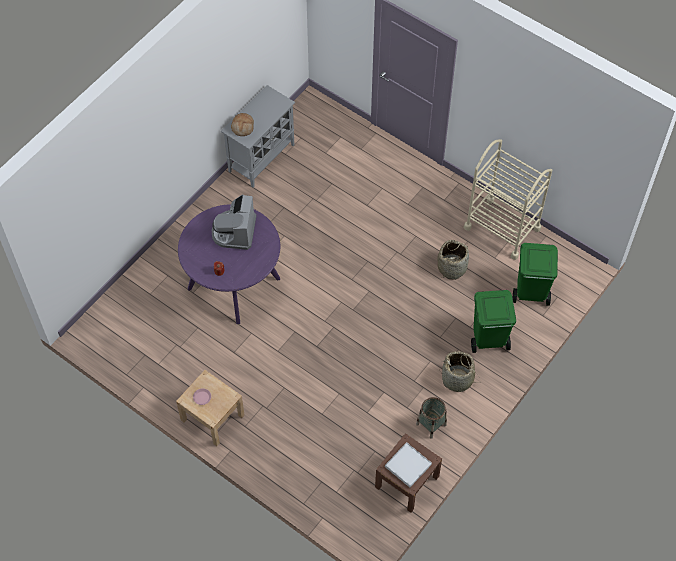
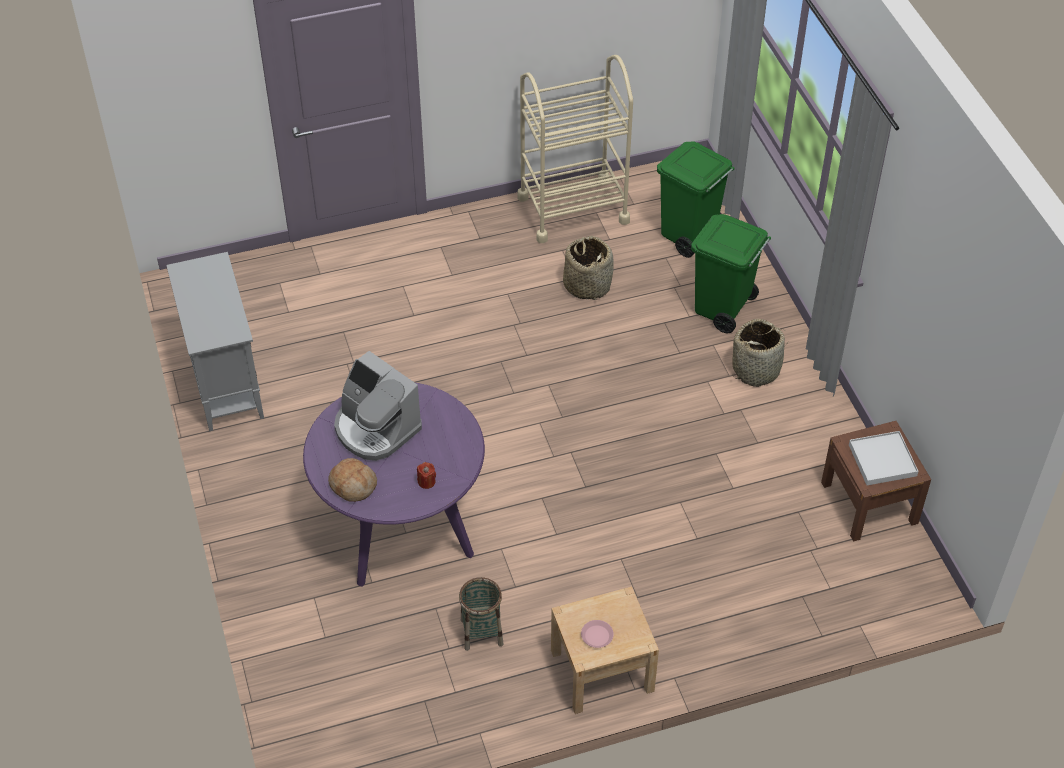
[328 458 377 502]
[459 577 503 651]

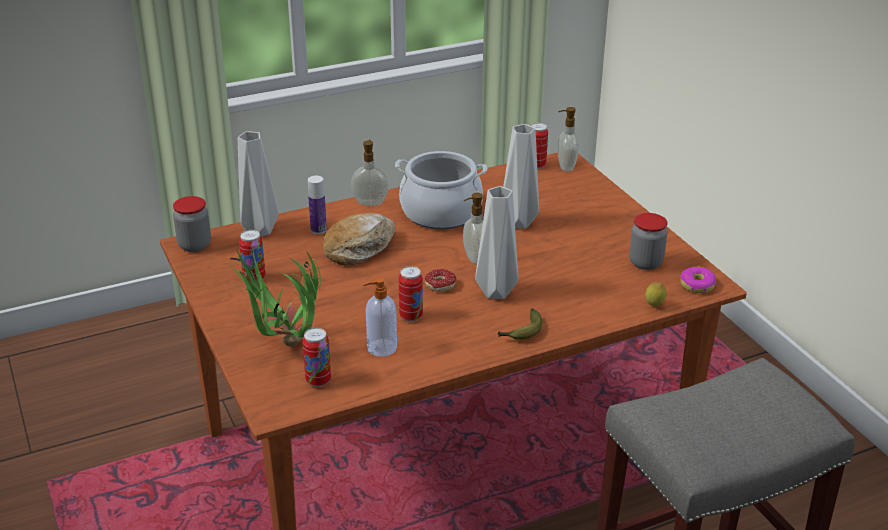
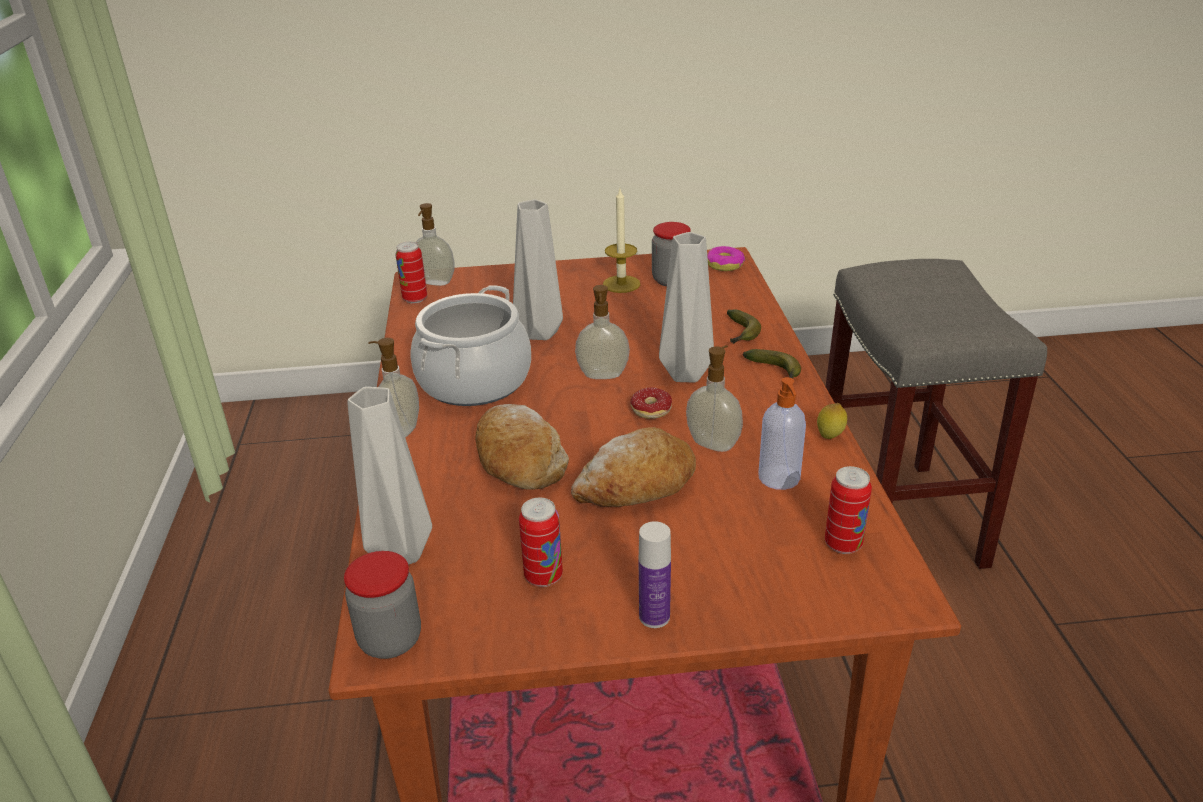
[571 427 696 507]
[603 189 640 293]
[638 521 671 628]
[686 345 743 452]
[727 309 761 344]
[817 403 847 439]
[228 249 321 347] (first image)

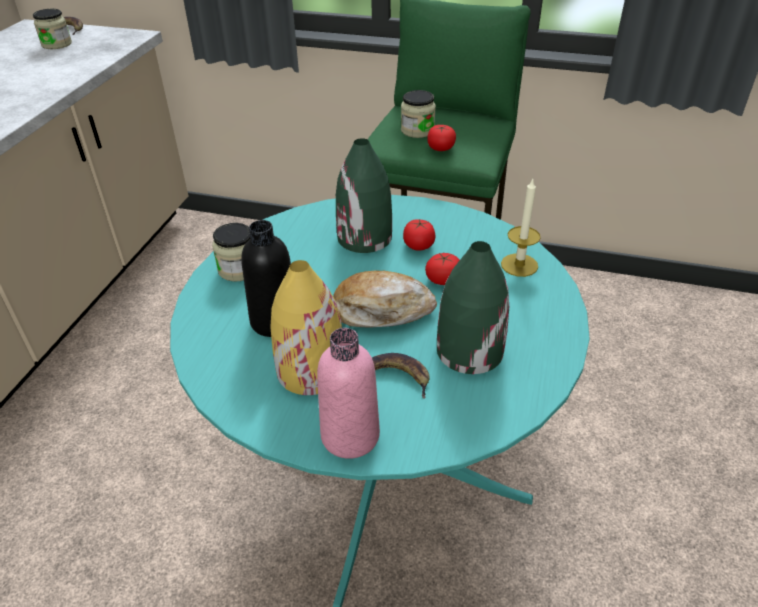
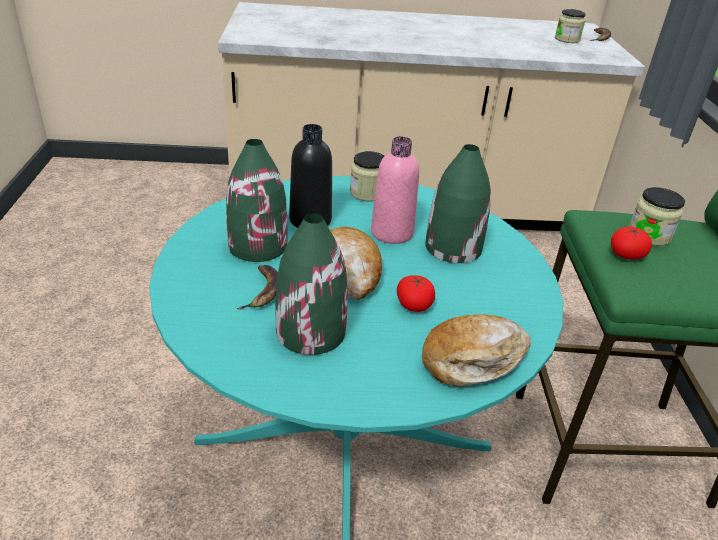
[226 139 288 262]
[371 136 419 244]
[422 314 531 387]
[403 219 435 251] (first image)

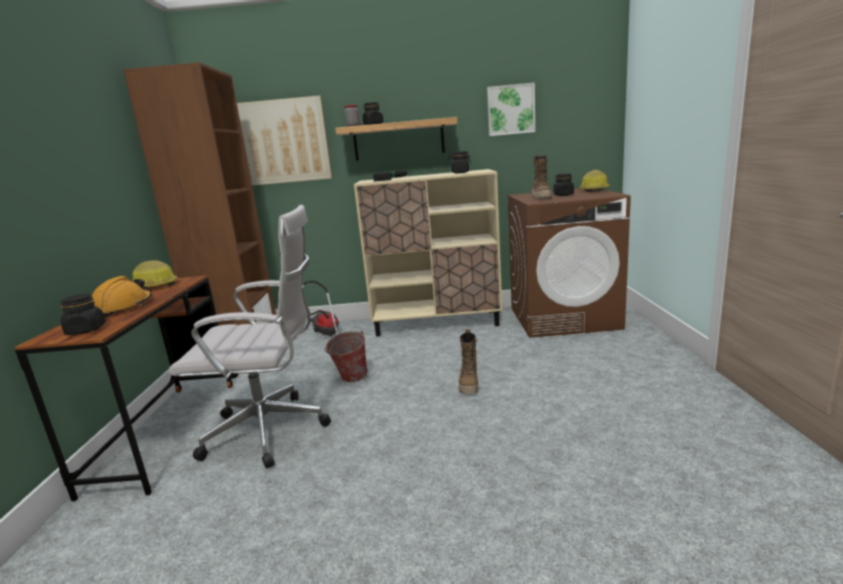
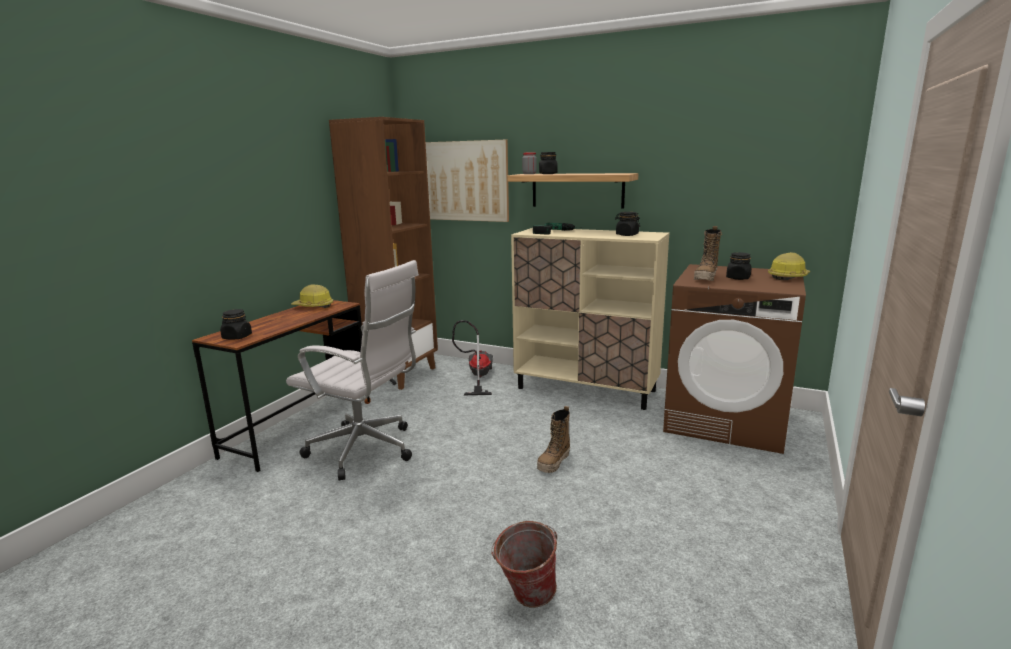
[491 521 557 608]
[91 276 152 317] (first image)
[487 83 535 136] (first image)

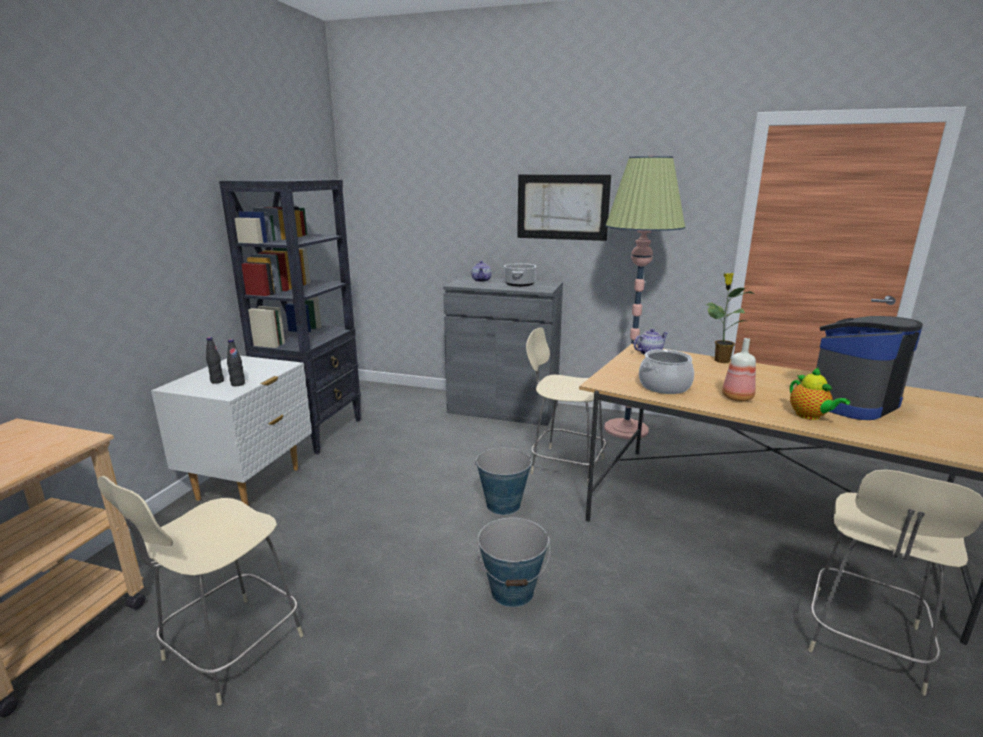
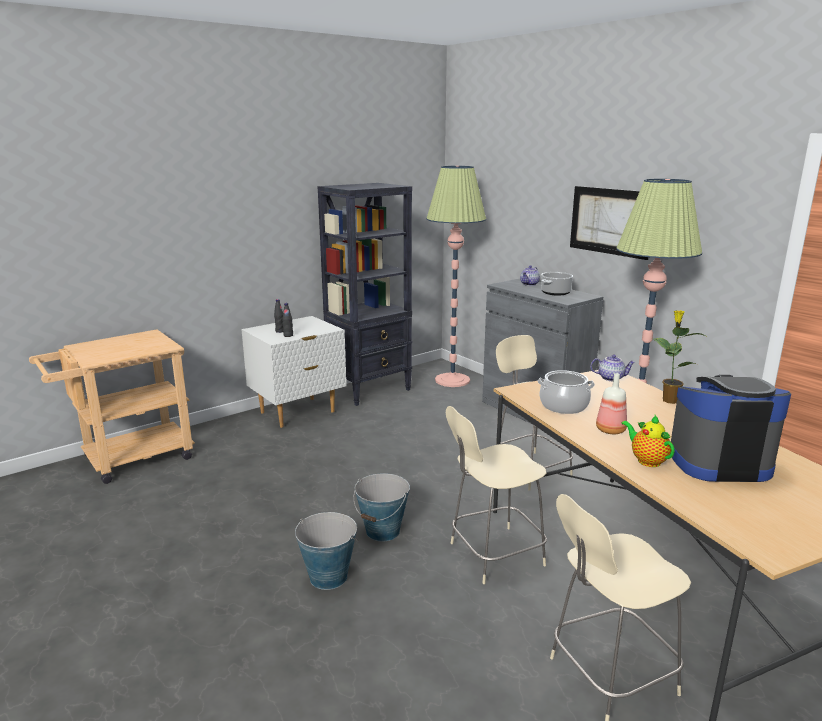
[295 512 359 590]
[426 166 486 387]
[446 406 547 584]
[621 415 675 467]

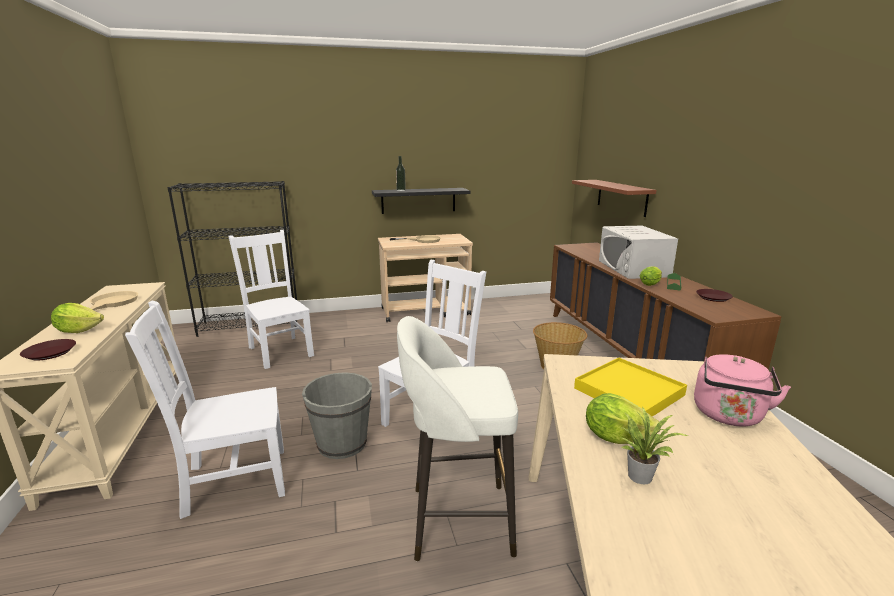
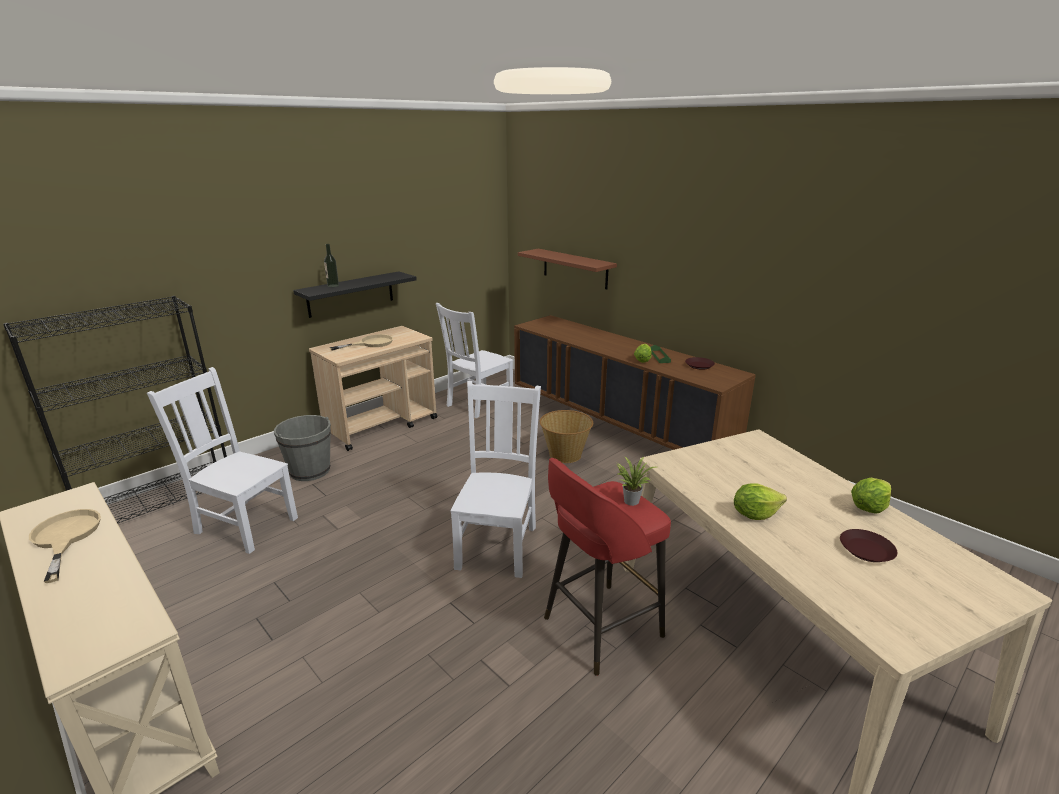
[274 415 331 481]
[436 303 513 418]
[544 458 671 676]
[617 456 657 506]
[840 529 897 562]
[851 478 891 513]
[574 358 687 417] (first image)
[599 226 678 279] (first image)
[694 354 791 426] (first image)

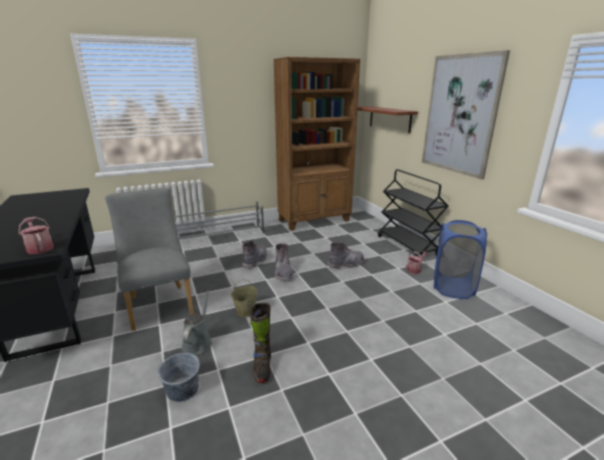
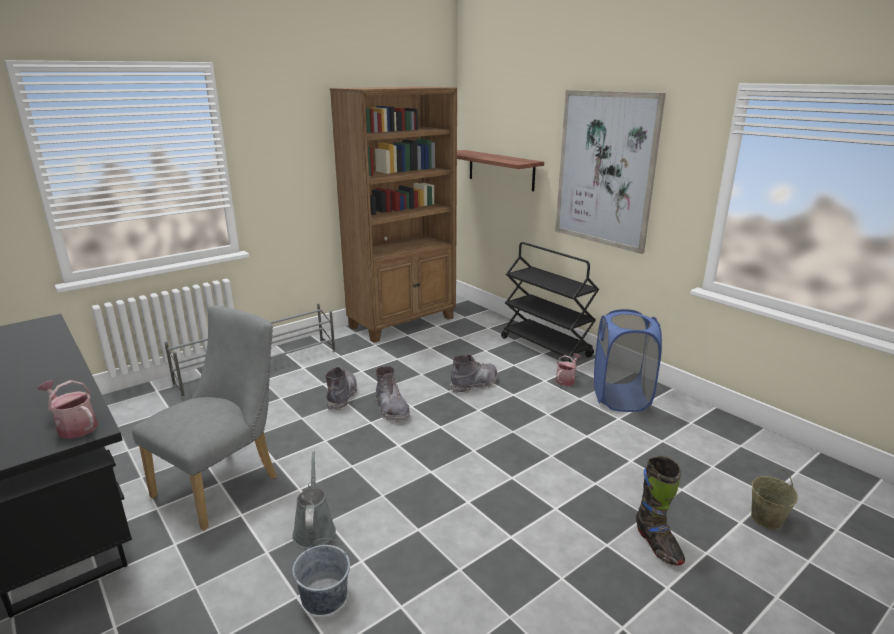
[132 305 277 531]
[636 456 685 566]
[751 469 798 529]

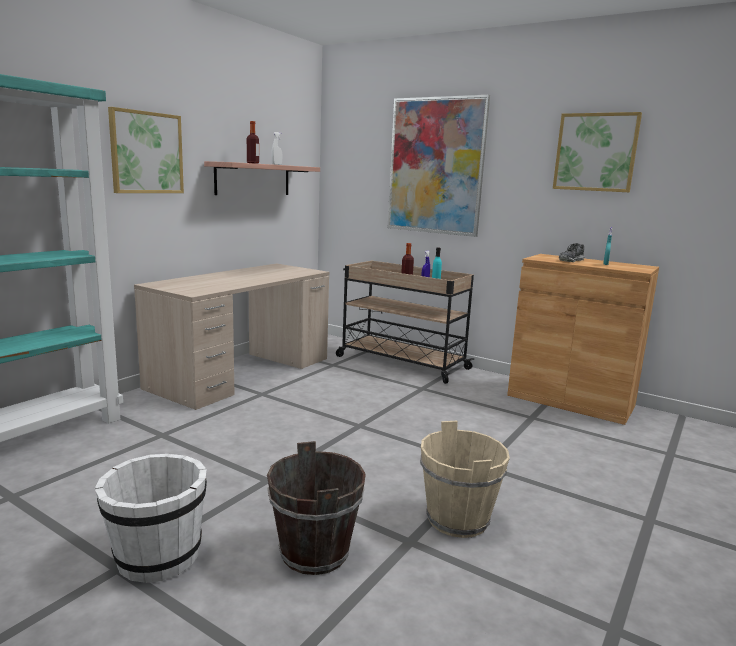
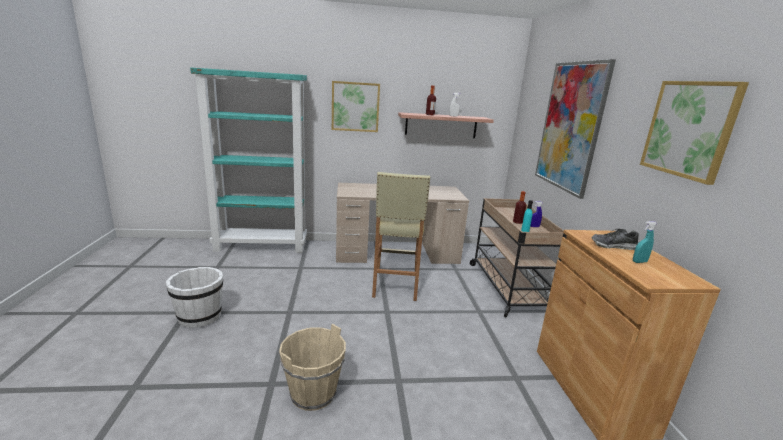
[372 172 430 301]
[267 441 366 575] (first image)

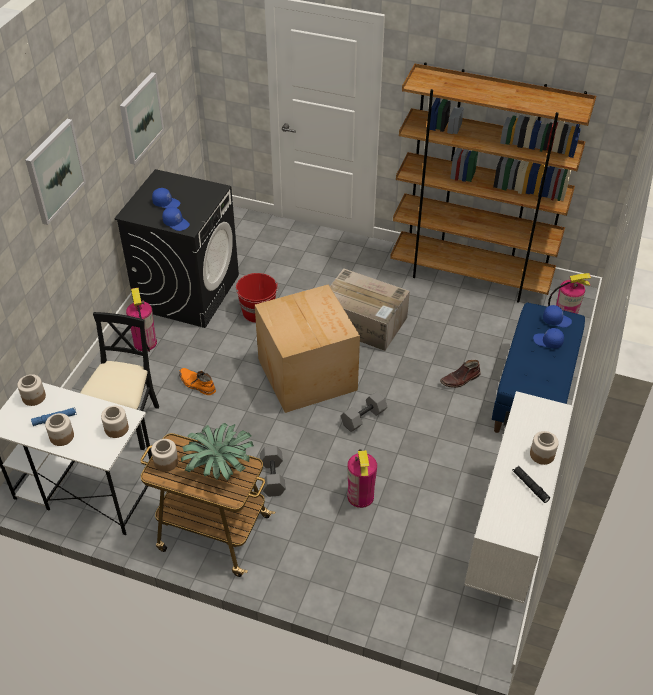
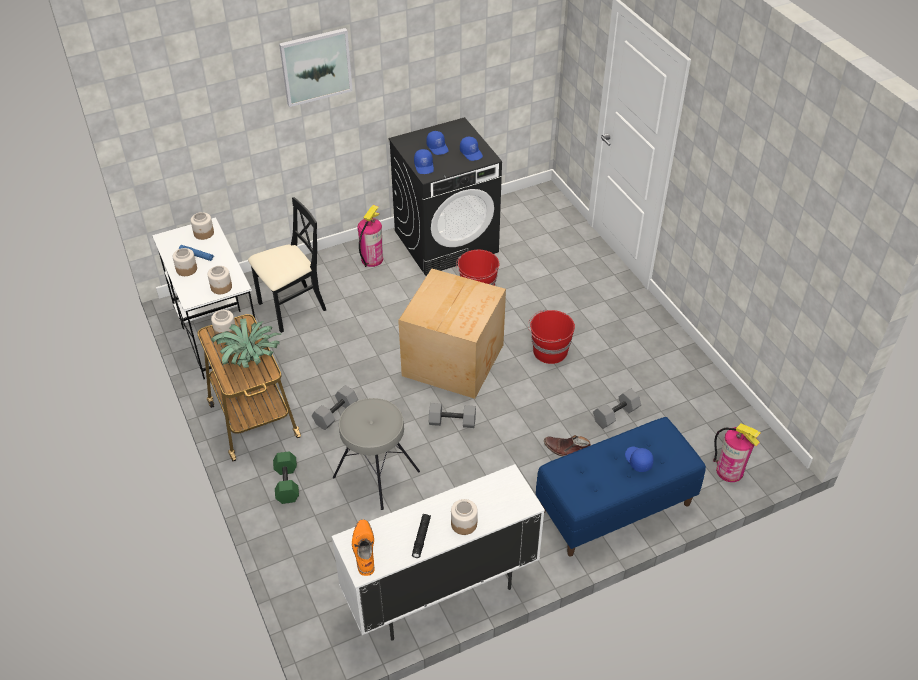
[273 451 299 504]
[333 398 420 510]
[352 519 375 576]
[460 137 483 161]
[528 310 575 364]
[593 389 641 429]
[120 72 164 165] (first image)
[390 62 596 303] (first image)

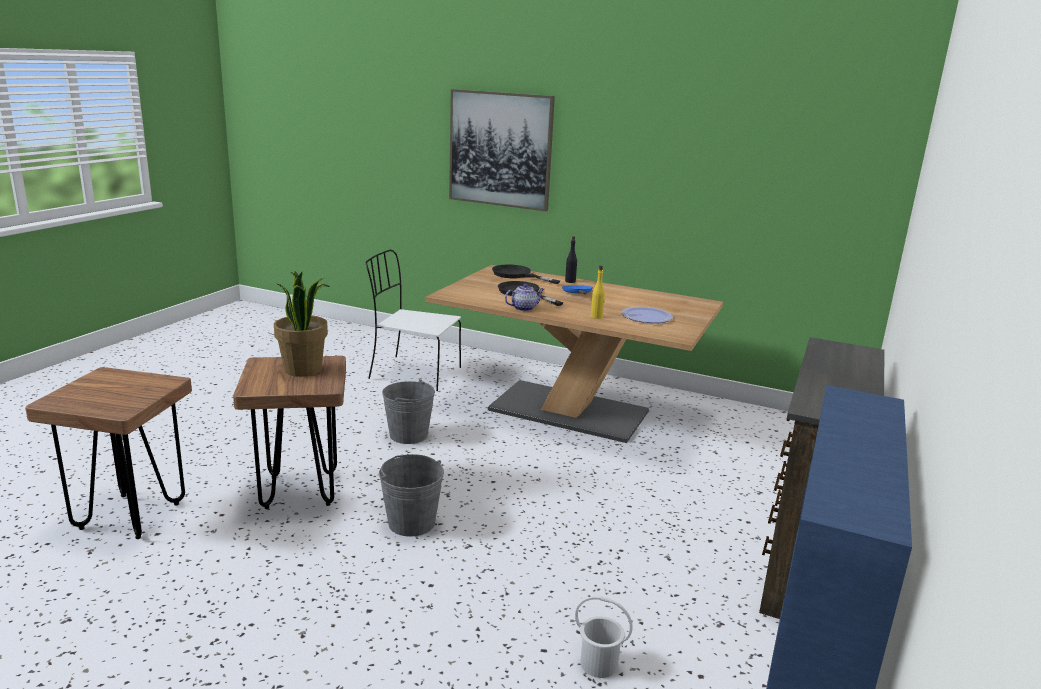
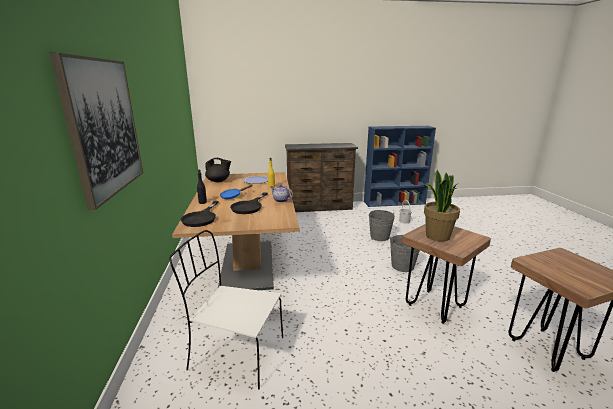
[169 230 283 389]
[205 158 231 182]
[369 210 395 241]

